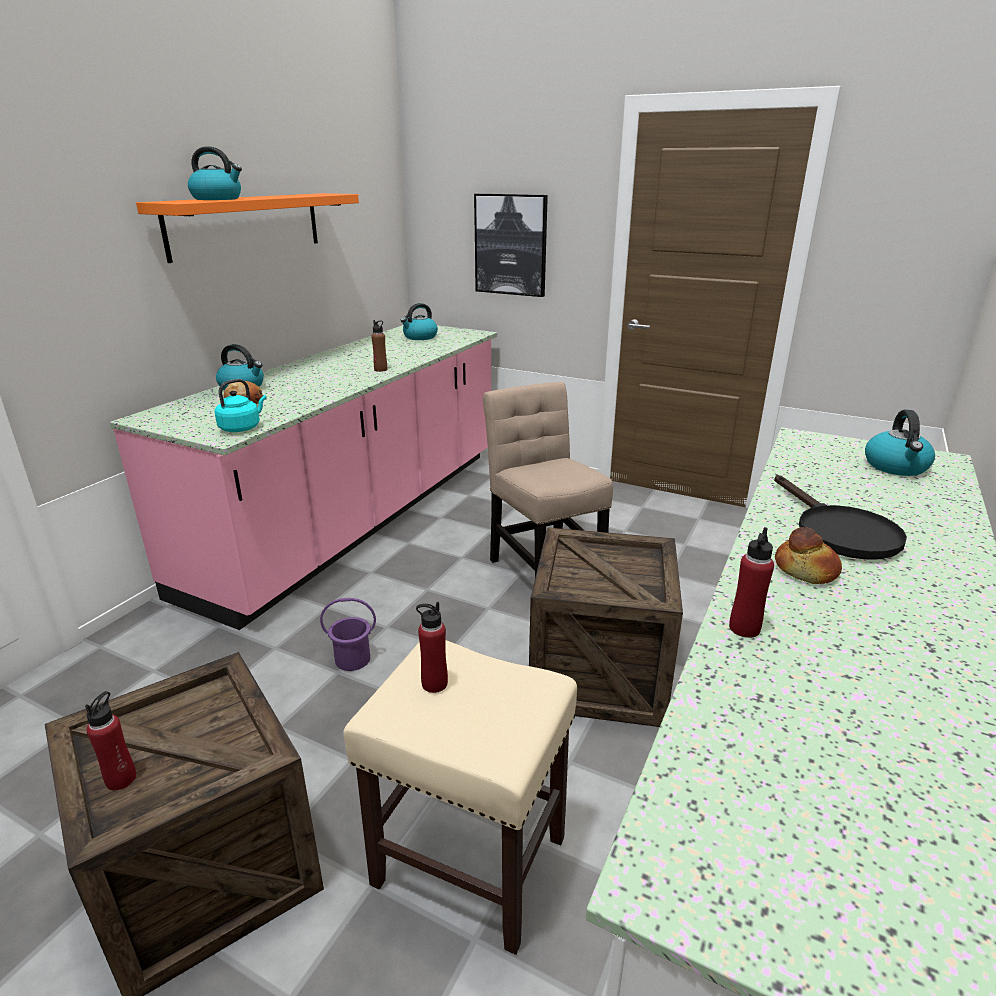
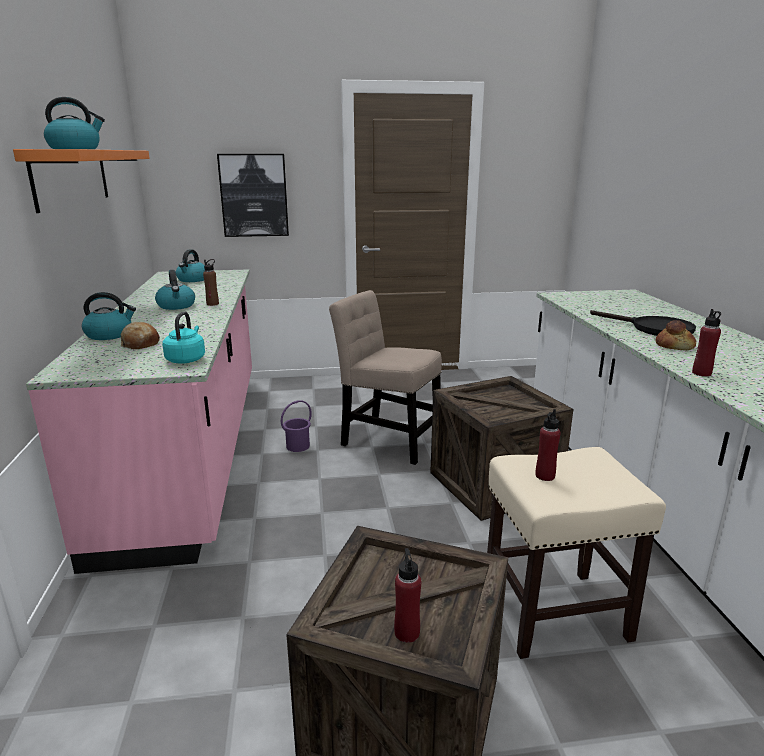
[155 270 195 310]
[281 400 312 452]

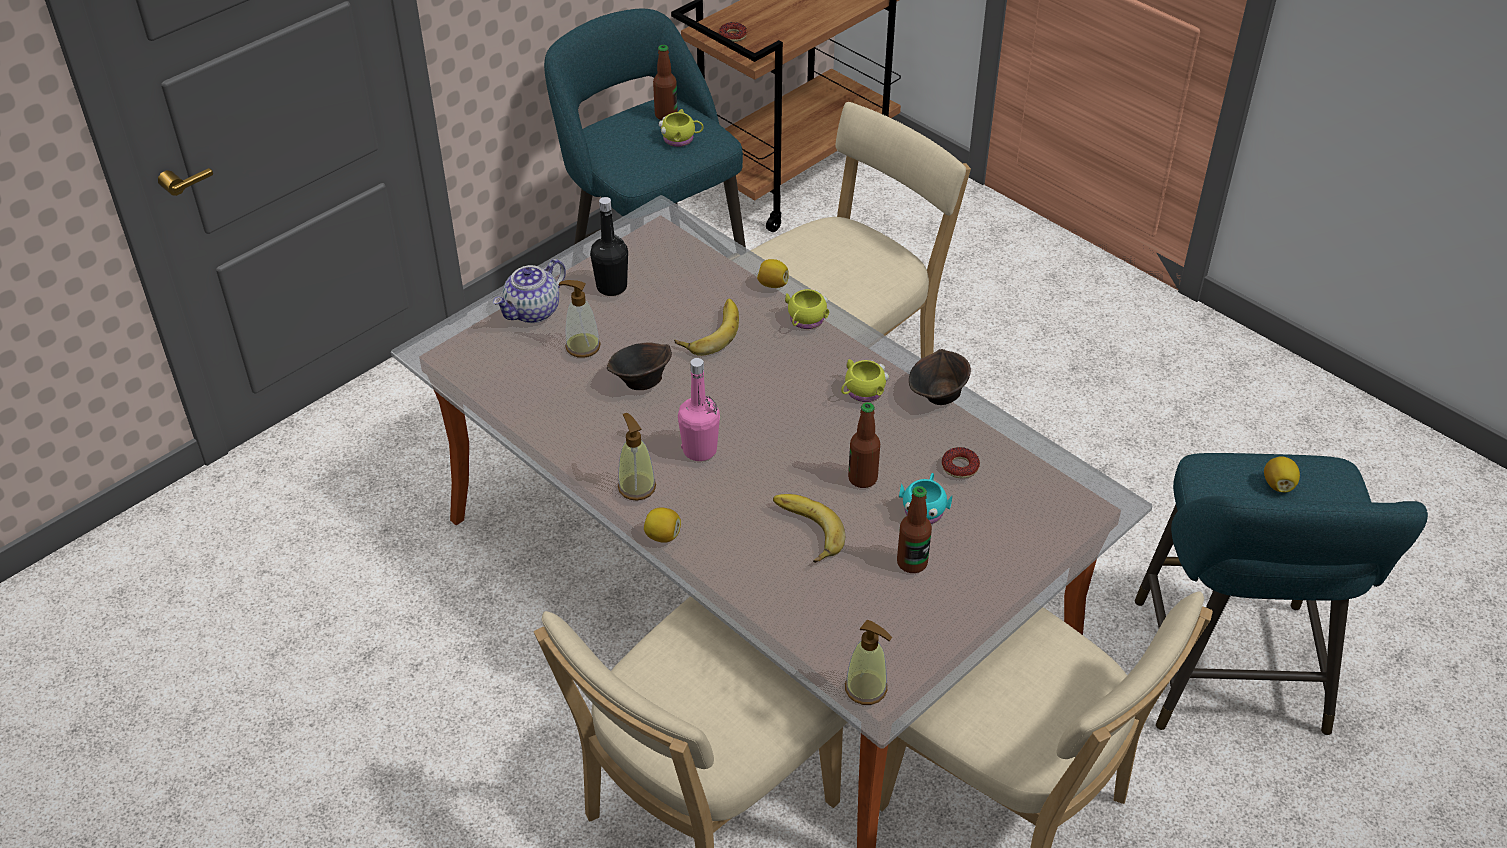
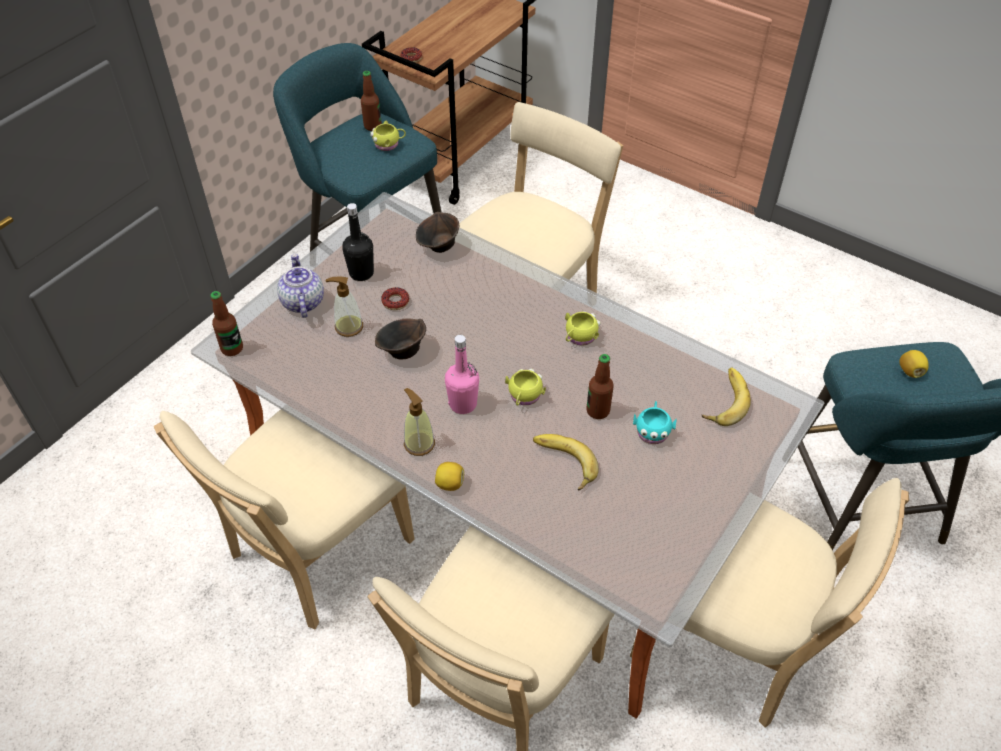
[154 409 415 629]
[210 291 243 356]
[277 254 324 318]
[381 287 409 310]
[416 212 459 253]
[505 369 546 406]
[702 368 751 426]
[757 259 789 288] (first image)
[845 620 892 705] (first image)

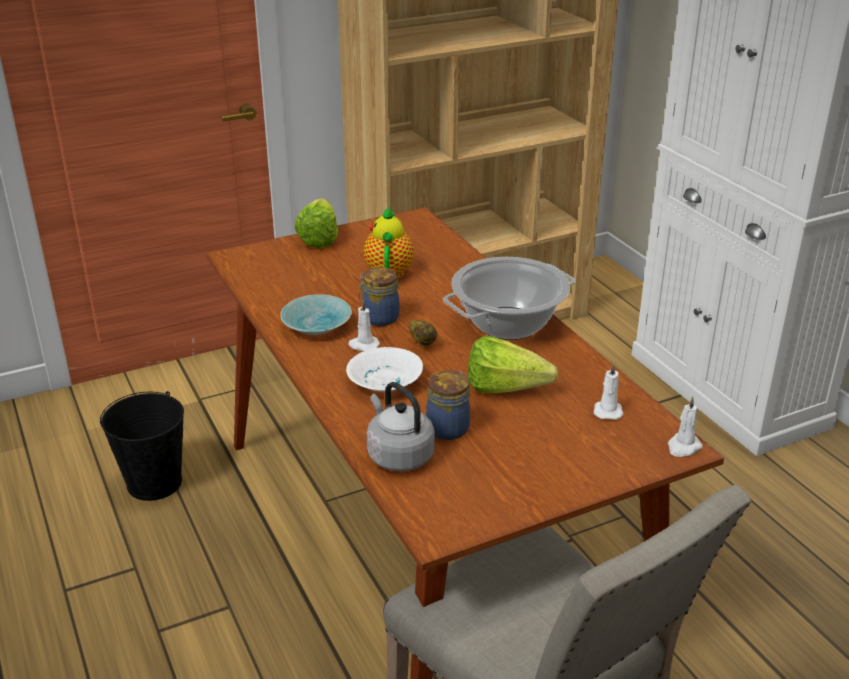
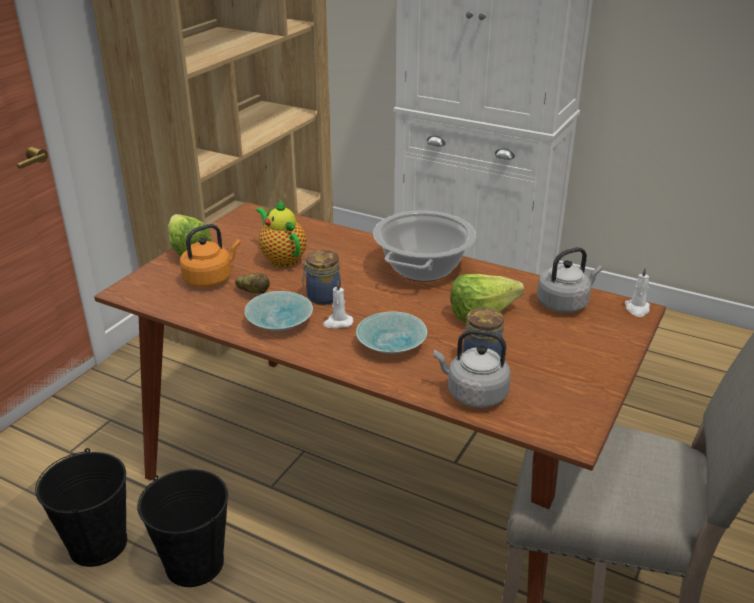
[137 469 228 587]
[180 224 241 288]
[235 273 270 294]
[356 311 427 354]
[537 247 602 313]

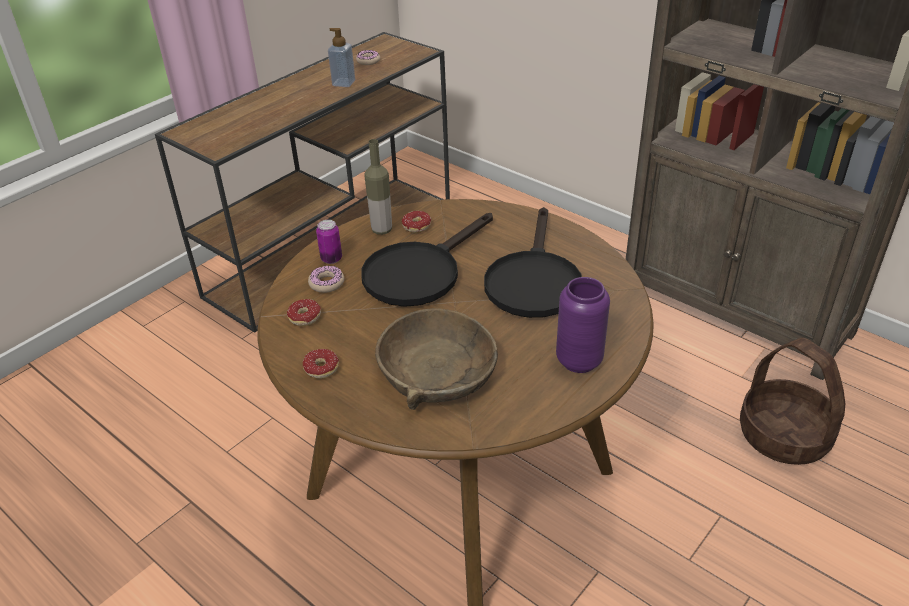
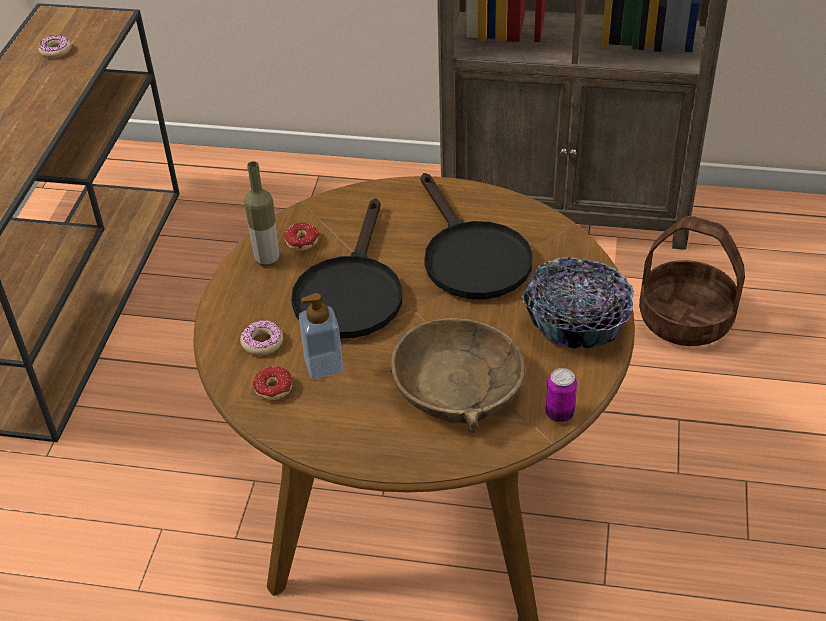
[299 293 343 379]
[522 257 634 349]
[546 368 577 422]
[303 349 339 379] (first image)

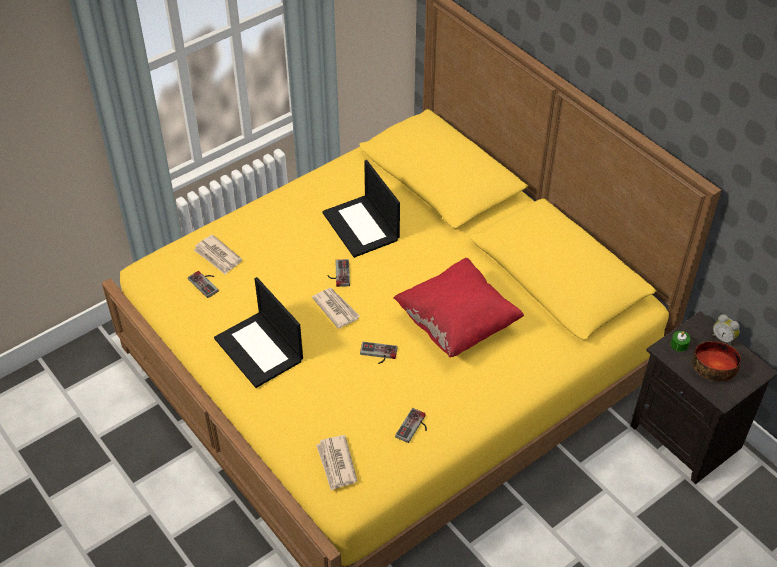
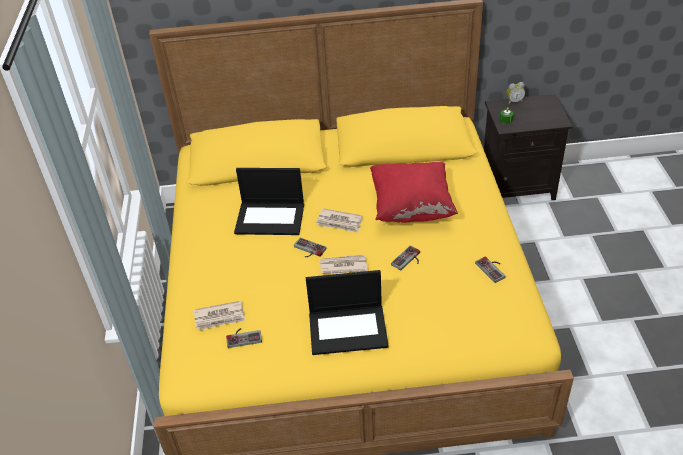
[316 208 363 233]
[692 341 741 381] (first image)

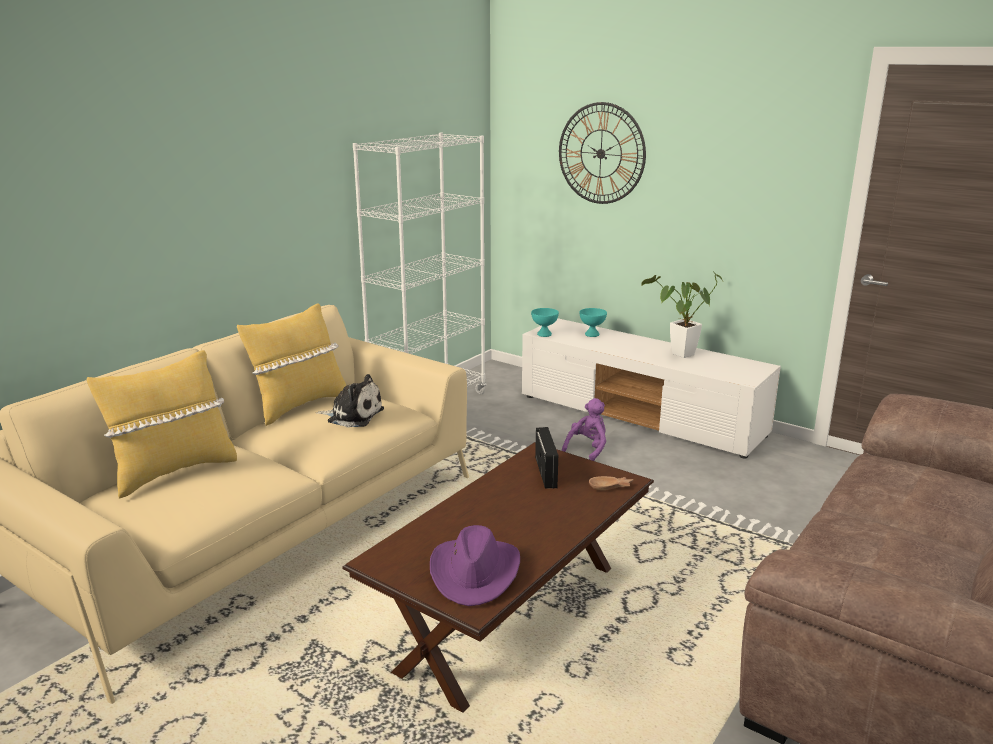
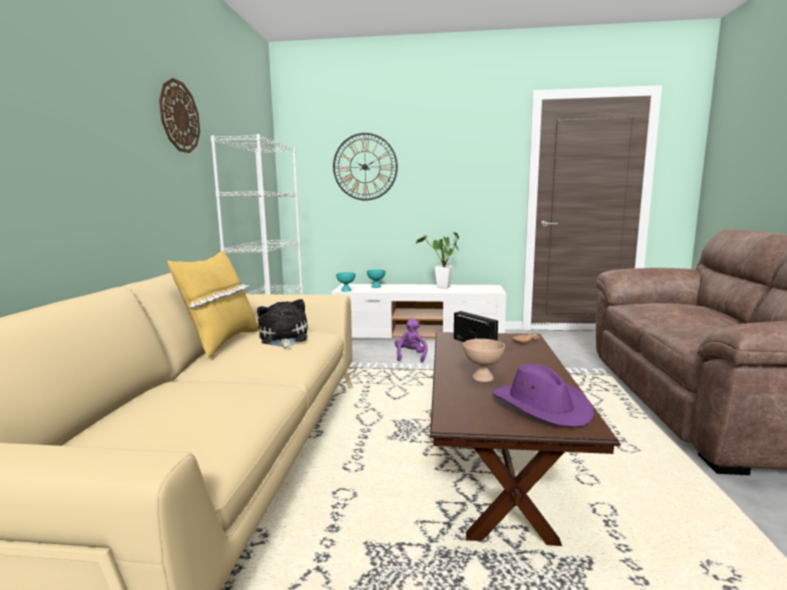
[159 78 200 153]
[257 299 308 349]
[463 339 505 382]
[87 350 237 499] (first image)

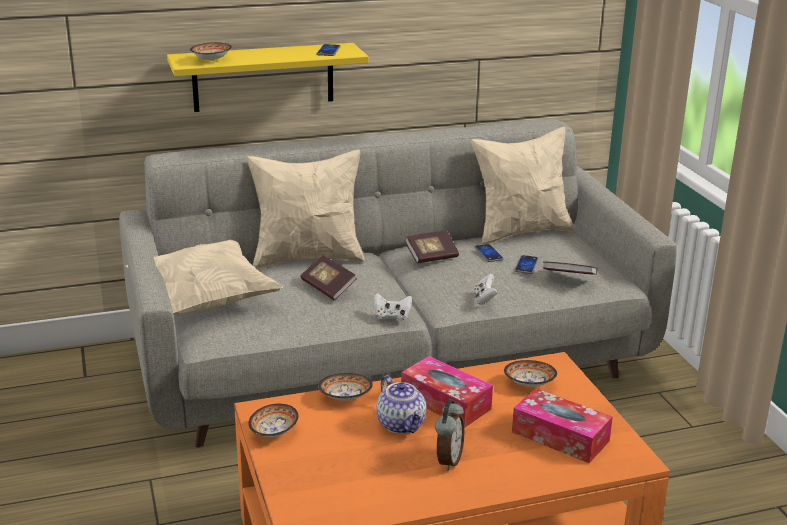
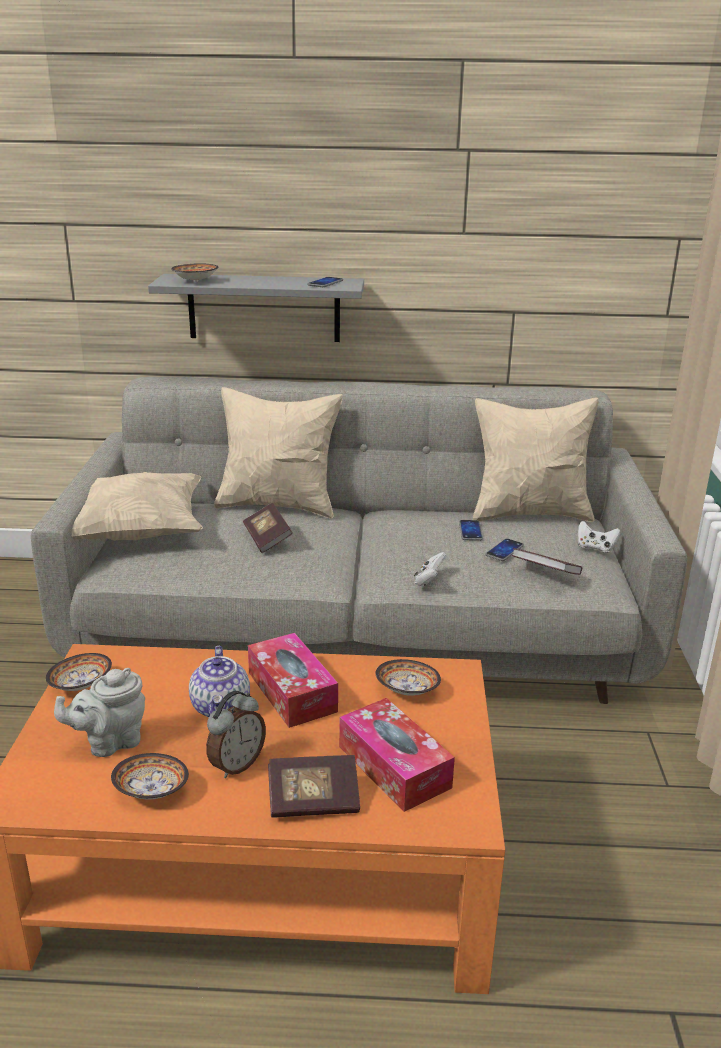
[54 668 145 757]
[111 753 189 799]
[148 274 364 342]
[268 755 360 818]
[578 521 620 553]

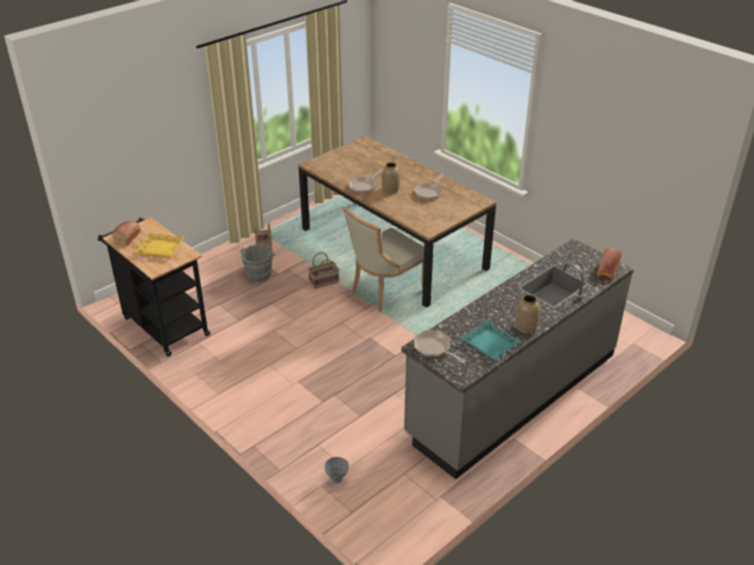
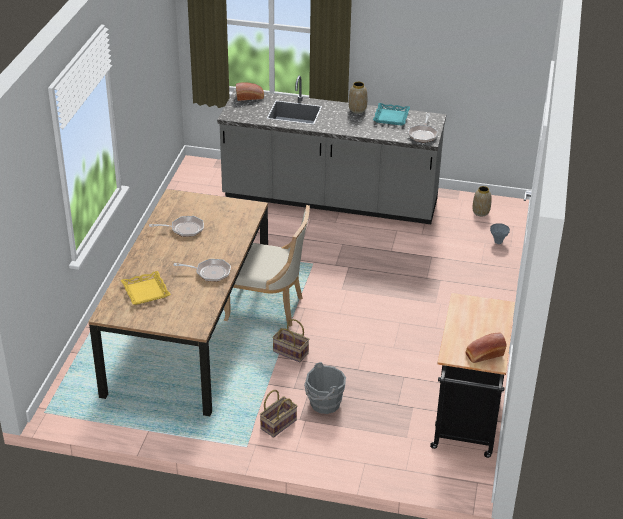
[121 271 171 305]
[472 186 492 216]

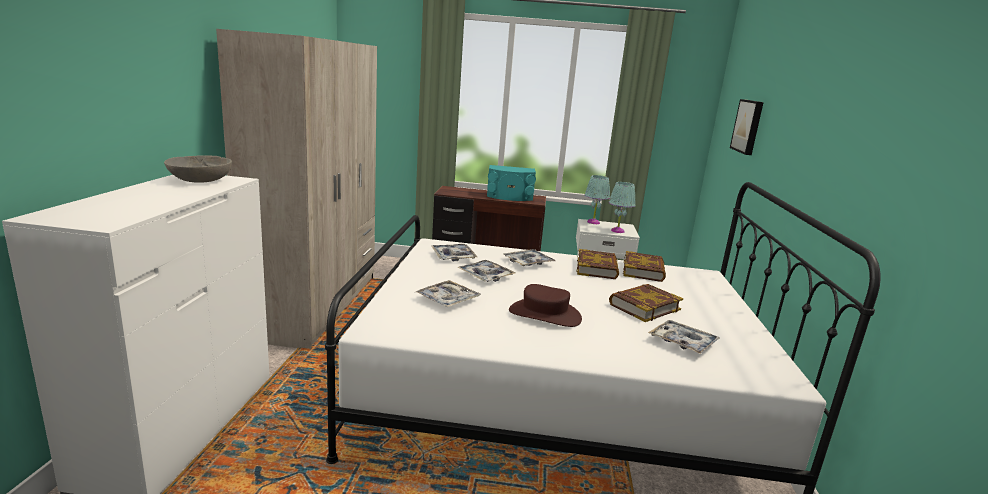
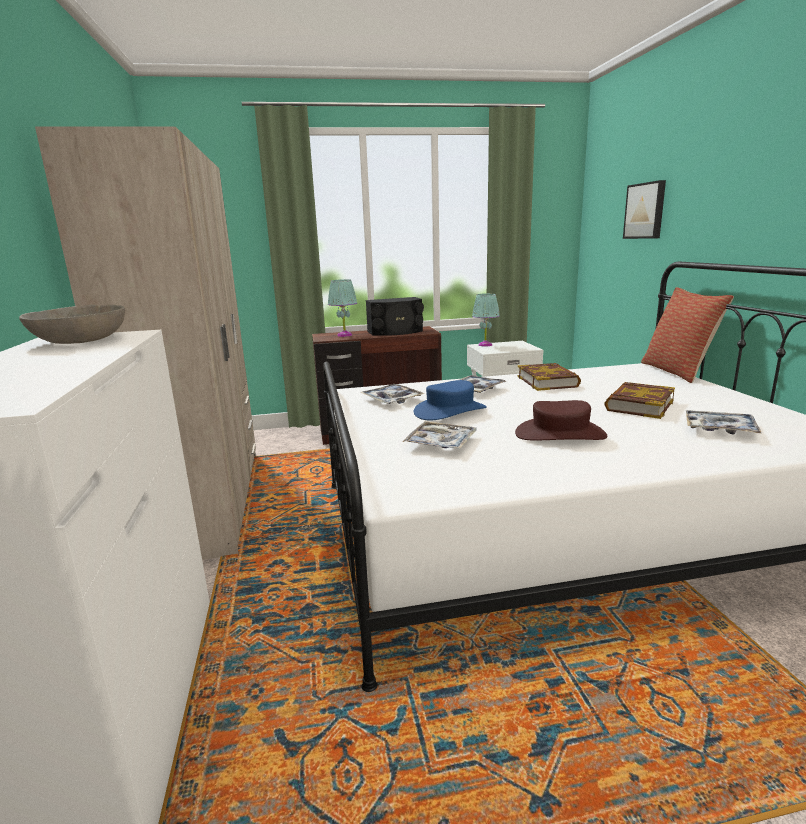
[328 279 357 337]
[366 297 424 336]
[414 380 487 420]
[641 287 734 383]
[623 251 666 282] (first image)

